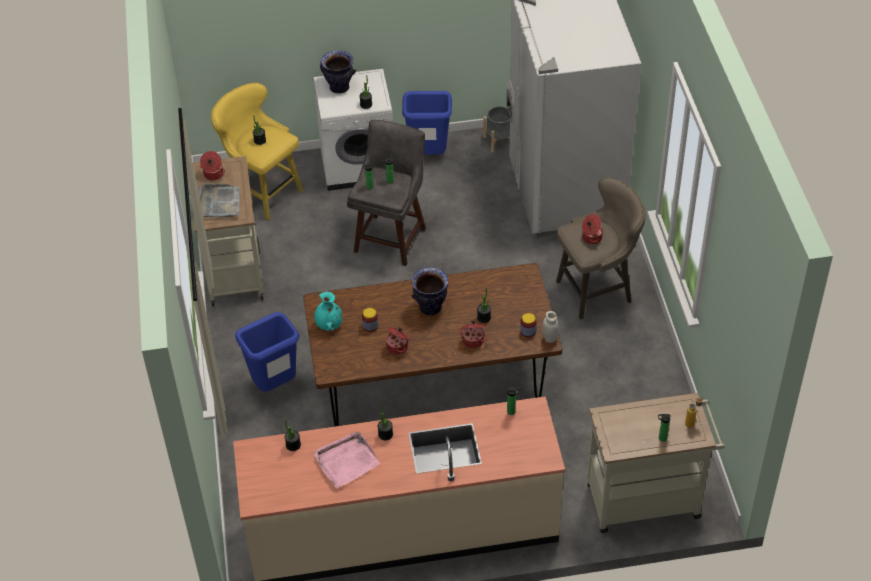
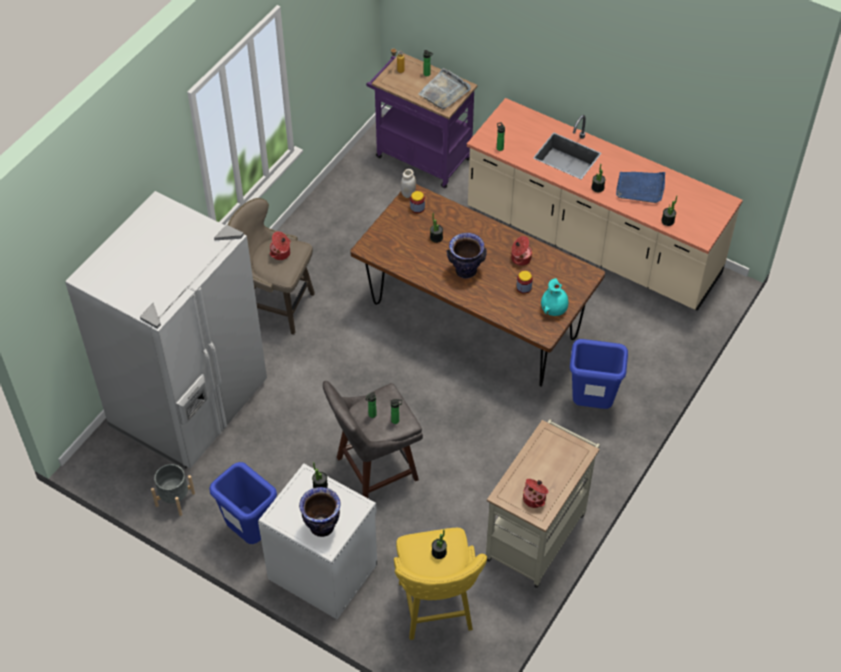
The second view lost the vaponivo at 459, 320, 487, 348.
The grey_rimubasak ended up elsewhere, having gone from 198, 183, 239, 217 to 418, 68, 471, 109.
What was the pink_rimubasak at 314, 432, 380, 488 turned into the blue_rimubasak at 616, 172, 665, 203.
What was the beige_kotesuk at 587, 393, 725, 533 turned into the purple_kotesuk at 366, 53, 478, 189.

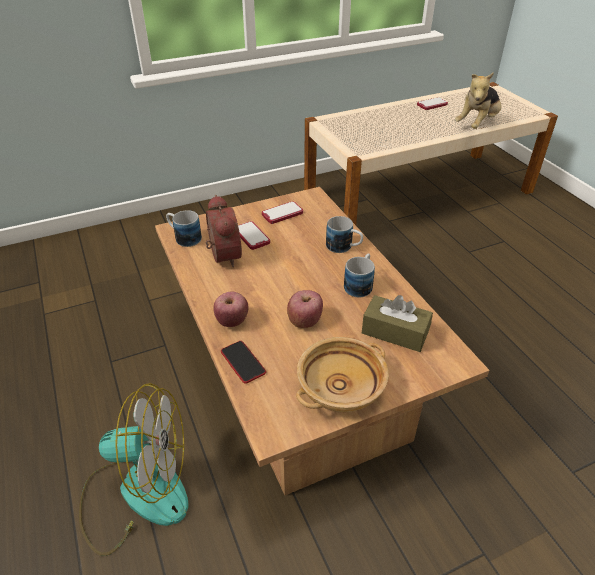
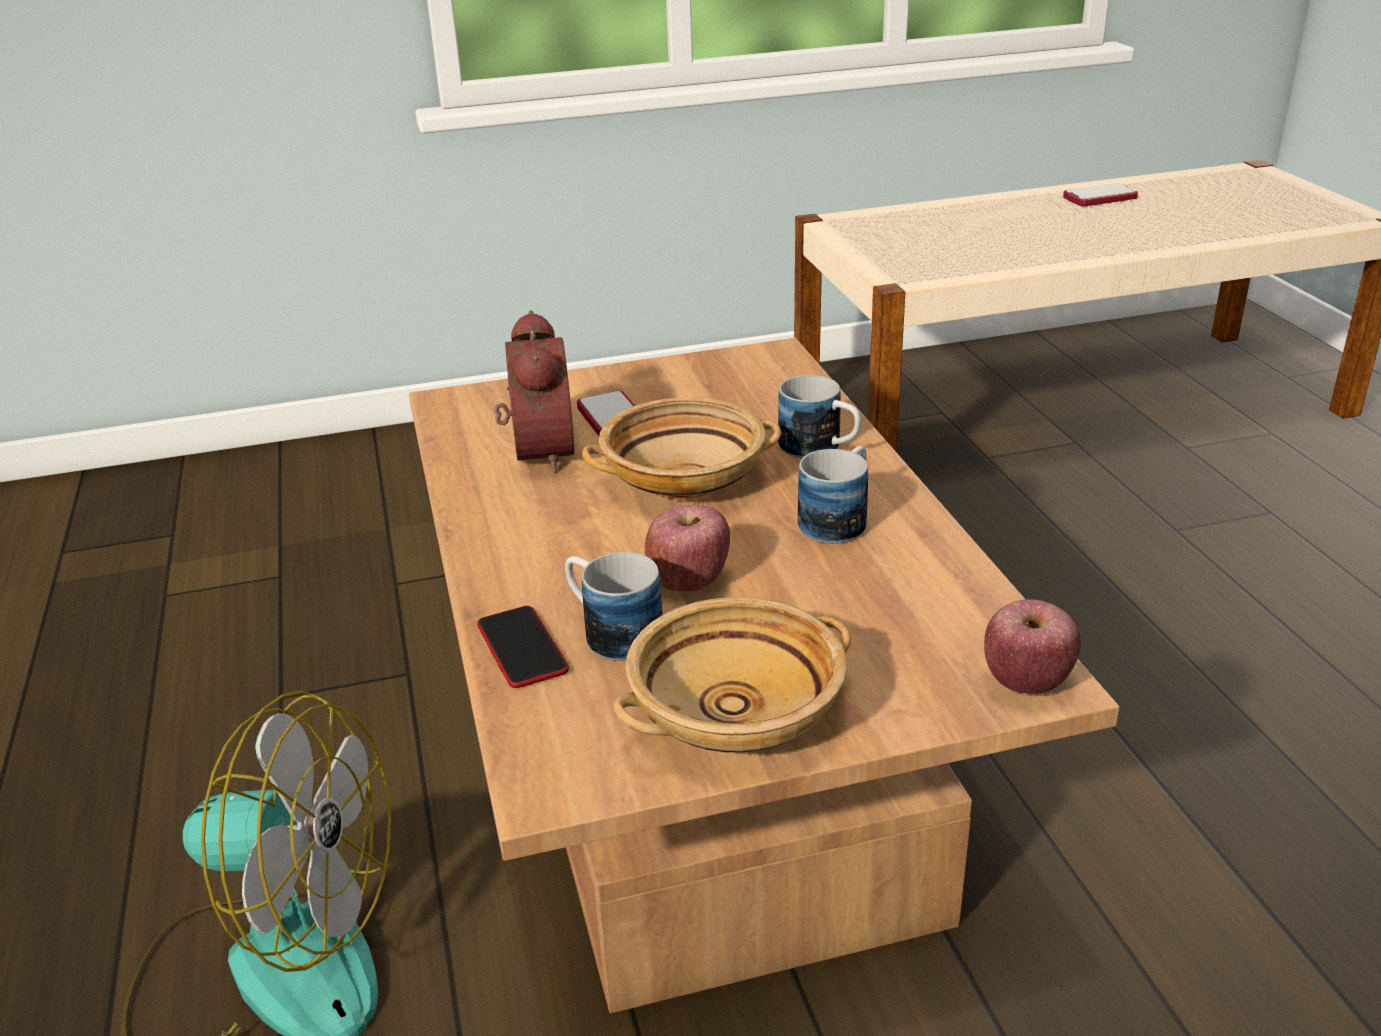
The second view lost the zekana at 262, 201, 303, 224.
The second view lost the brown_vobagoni at 362, 295, 433, 352.
The second view lost the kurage at 454, 72, 502, 129.
The second view gained the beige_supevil at 582, 397, 781, 499.
The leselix ended up elsewhere, having gone from 166, 210, 202, 247 to 565, 552, 662, 661.
The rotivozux ended up elsewhere, having gone from 213, 292, 249, 327 to 984, 599, 1081, 694.

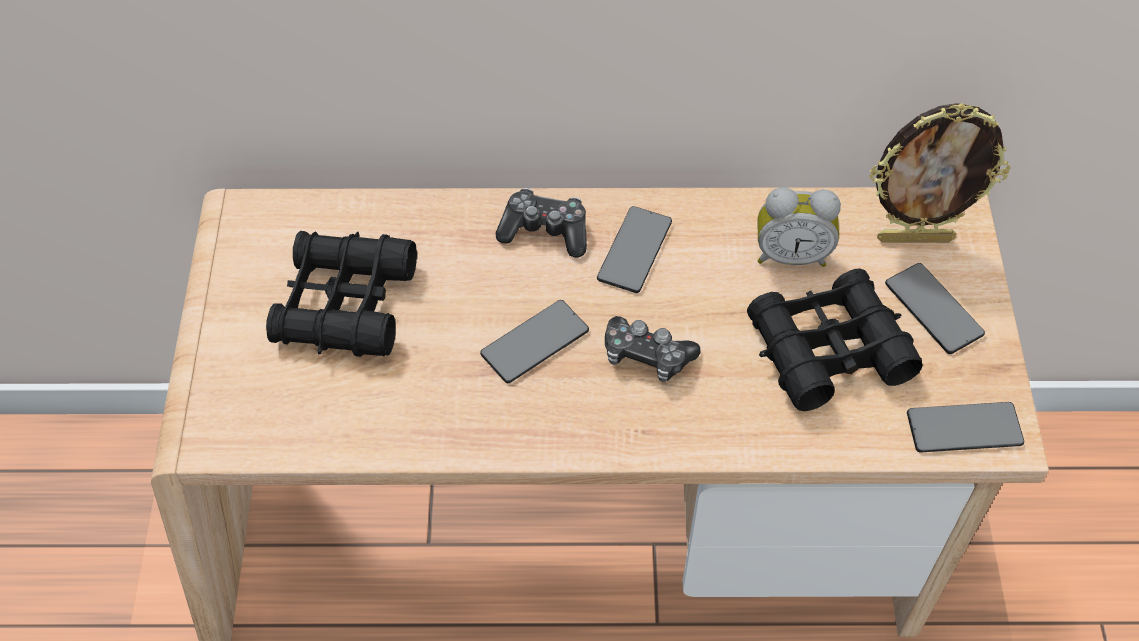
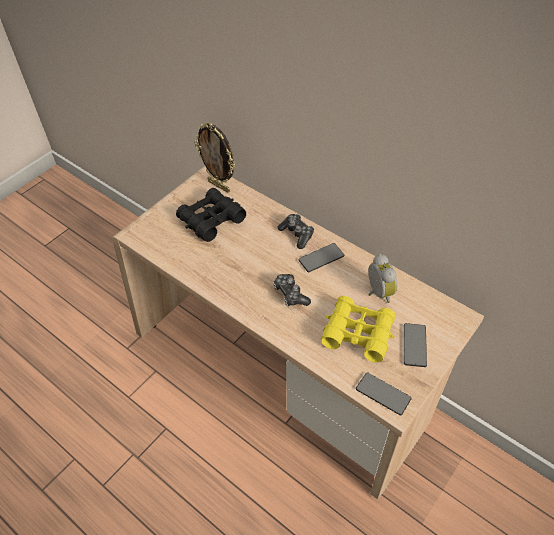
The second view lost the zekana at 480, 300, 589, 383.
The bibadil ended up elsewhere, having gone from 869, 103, 1011, 243 to 194, 123, 235, 193.
What was the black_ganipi at 747, 269, 923, 411 turned into the yellow_ganipi at 321, 296, 396, 363.
The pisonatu at 758, 187, 841, 267 ended up facing another way, 150 degrees counterclockwise from before.

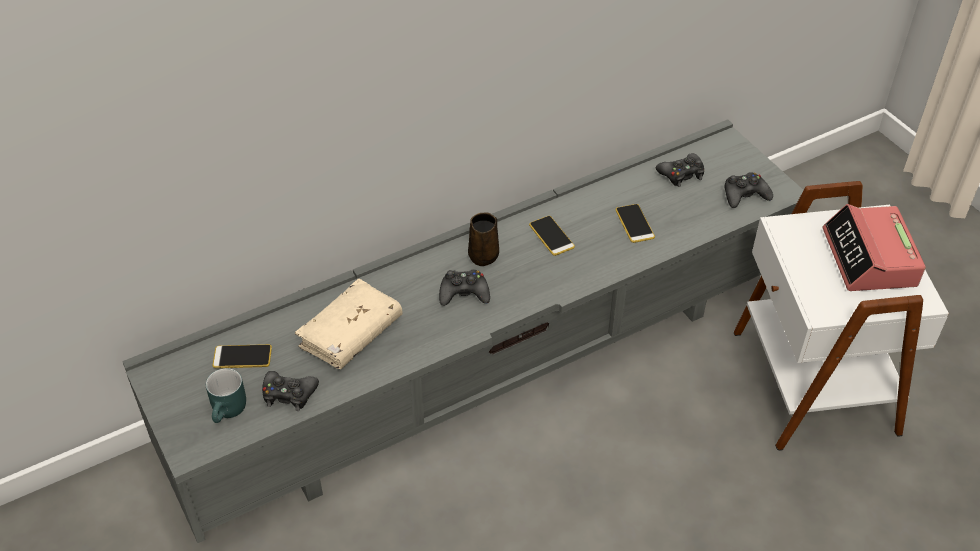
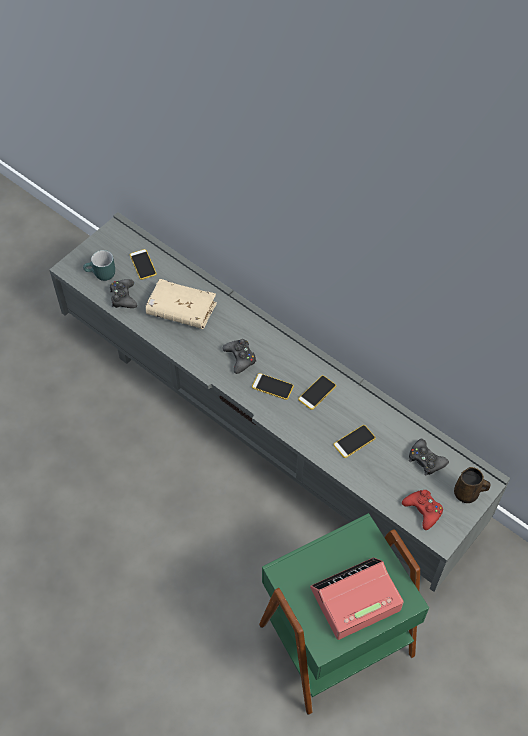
The second view gained the zekana at 252, 373, 294, 400.
The brown_leselix ended up elsewhere, having gone from 468, 212, 499, 266 to 454, 467, 491, 503.
What was the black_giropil at 725, 172, 773, 208 turned into the red_giropil at 402, 490, 443, 530.
What was the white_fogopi at 734, 181, 949, 451 turned into the green_fogopi at 259, 513, 429, 715.

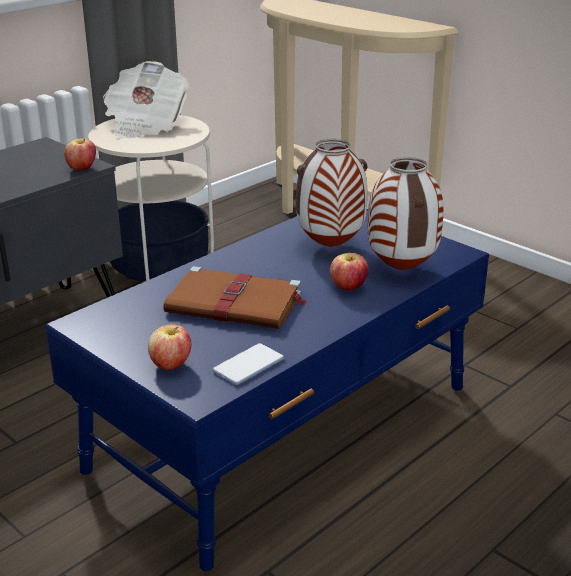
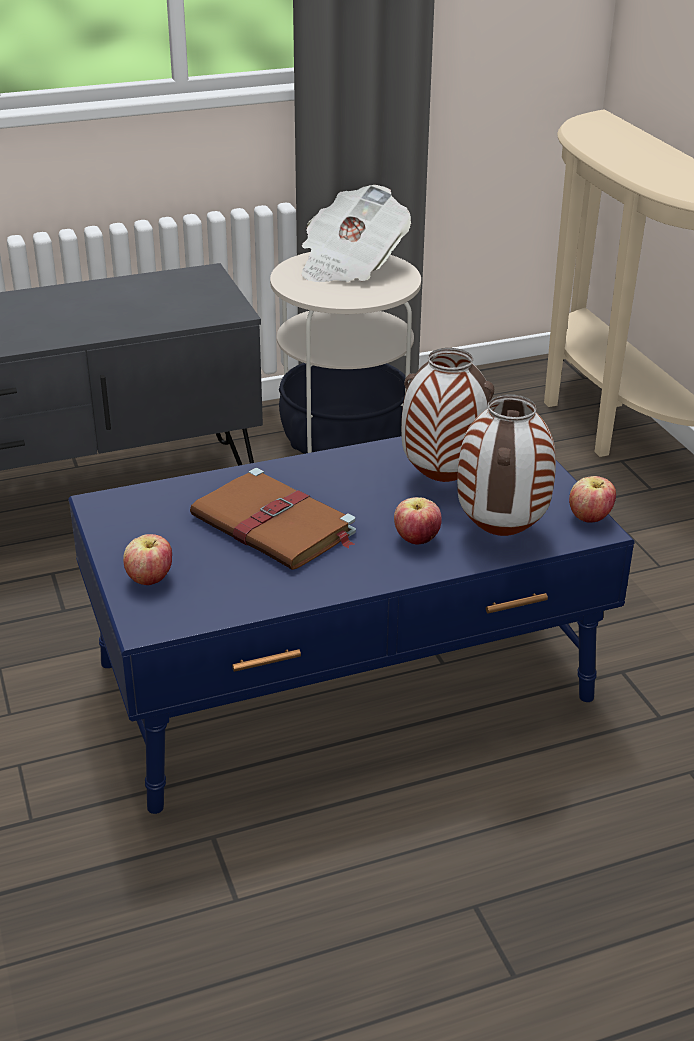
The second view lost the zekana at 212, 343, 284, 385.
The rotivozux ended up elsewhere, having gone from 64, 138, 96, 171 to 569, 476, 616, 523.

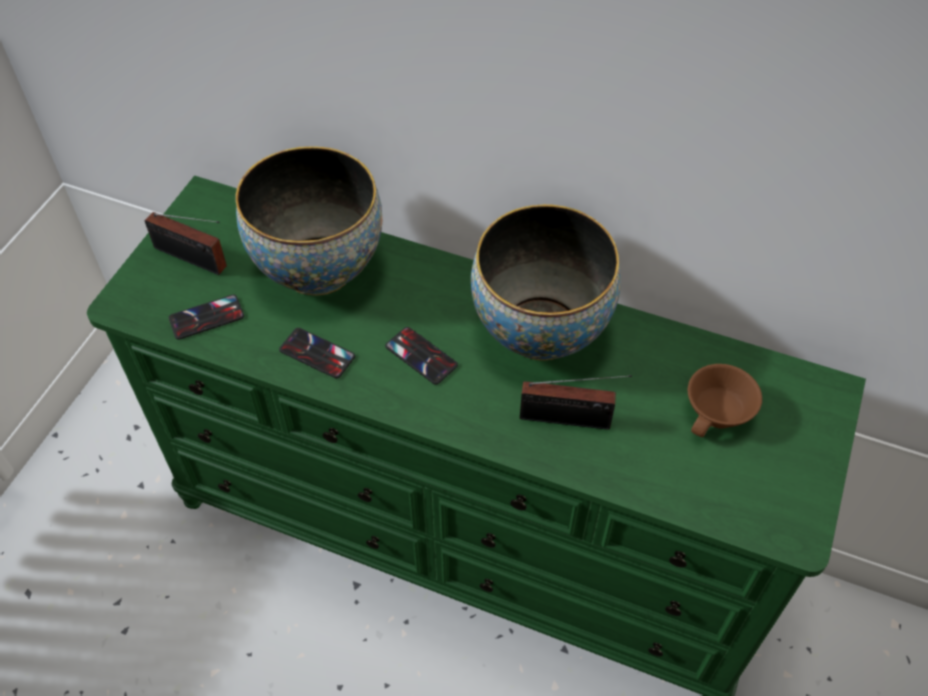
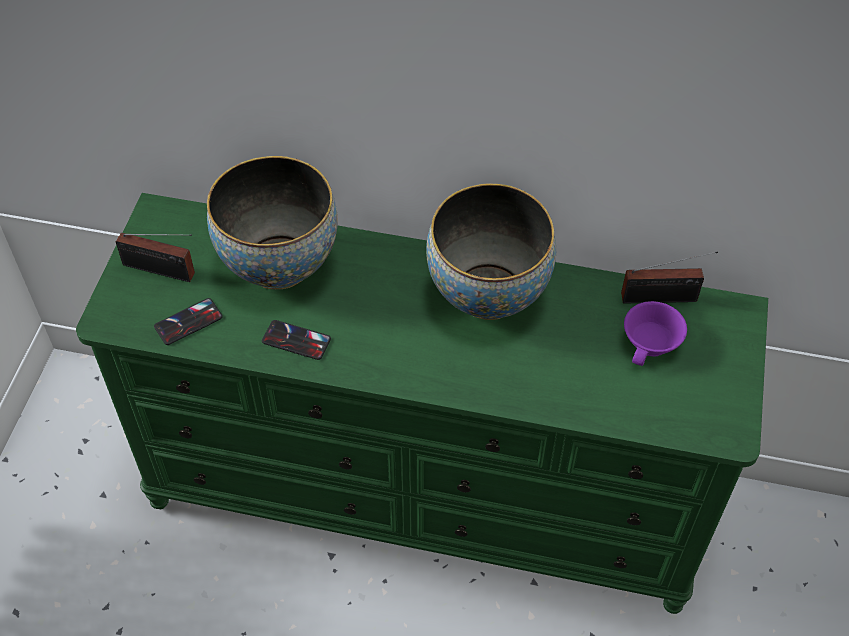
The second view lost the zekana at 385, 327, 458, 385.
The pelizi ended up elsewhere, having gone from 520, 375, 632, 430 to 621, 251, 718, 303.
What was the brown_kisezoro at 688, 364, 762, 437 turned into the purple_kisezoro at 624, 301, 687, 366.

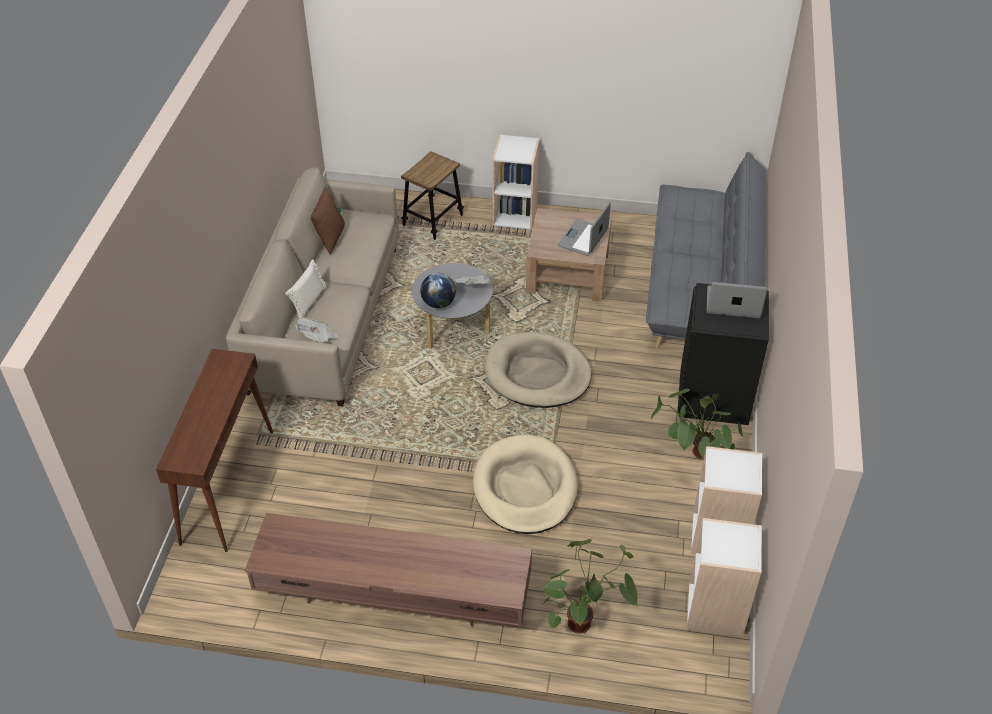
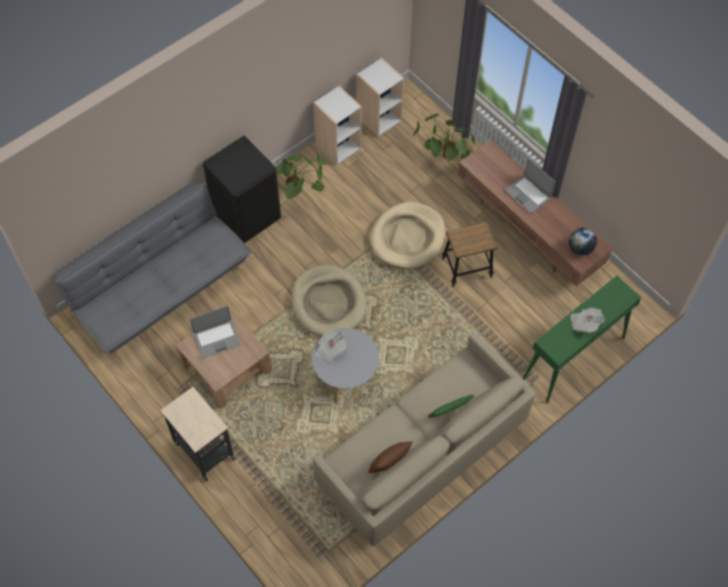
The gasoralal ended up elsewhere, having gone from 295, 317, 338, 343 to 571, 307, 604, 333.
The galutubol ended up elsewhere, having gone from 401, 151, 464, 240 to 442, 222, 497, 287.
The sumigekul ended up elsewhere, having gone from 420, 273, 456, 308 to 569, 228, 597, 256.
The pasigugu ended up elsewhere, having gone from 707, 282, 768, 318 to 505, 159, 555, 213.
Where the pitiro stood at 492, 135, 539, 230, the kotesuk came to stand at 160, 387, 235, 481.
What was the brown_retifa at 156, 349, 273, 552 turned into the green_retifa at 522, 276, 642, 404.
What was the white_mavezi at 285, 259, 327, 319 turned into the green_mavezi at 428, 395, 475, 418.

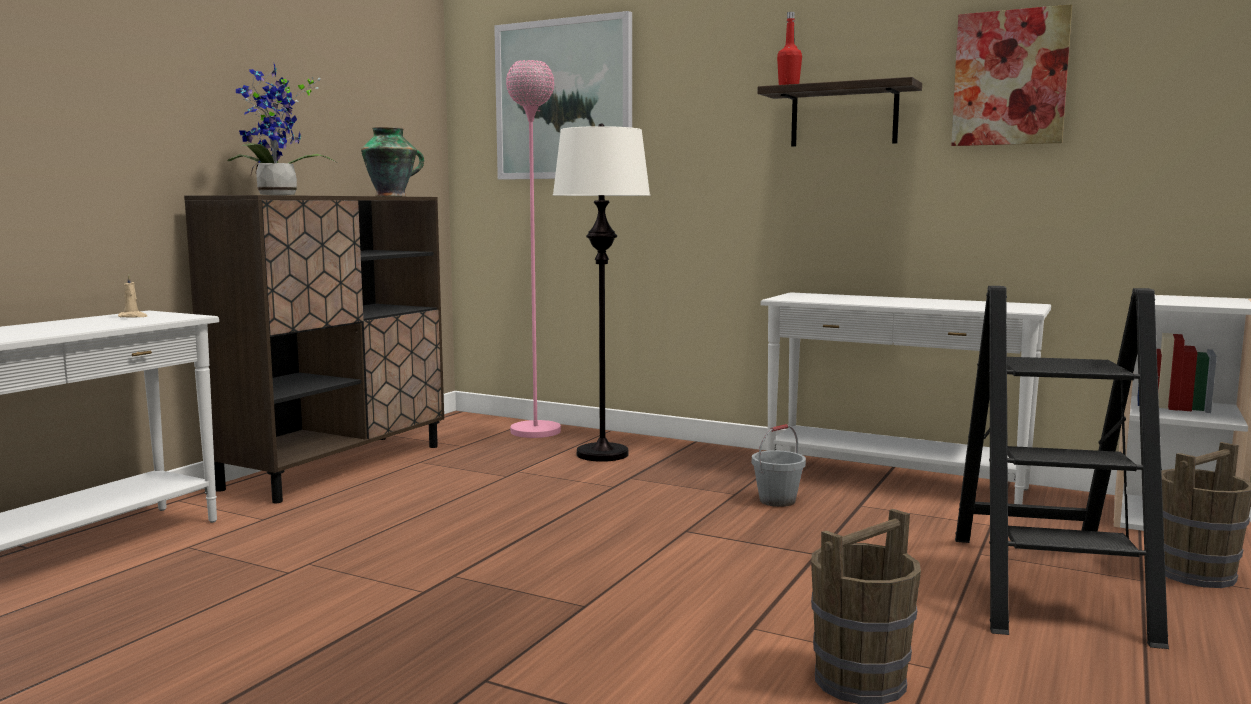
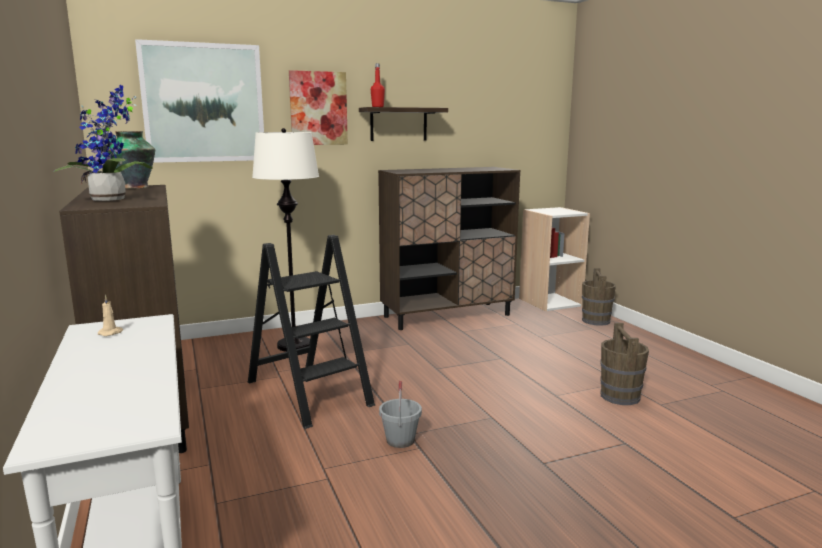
The second view lost the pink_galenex at 506, 60, 561, 438.
The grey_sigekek ended up elsewhere, having gone from 752, 424, 806, 507 to 379, 381, 422, 448.
The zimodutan ended up elsewhere, having gone from 951, 4, 1072, 146 to 289, 70, 348, 145.
The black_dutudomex ended up elsewhere, having gone from 955, 286, 1169, 649 to 248, 235, 375, 429.
Where the white_retifa stood at 760, 292, 1051, 504, the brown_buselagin came to stand at 378, 167, 520, 330.

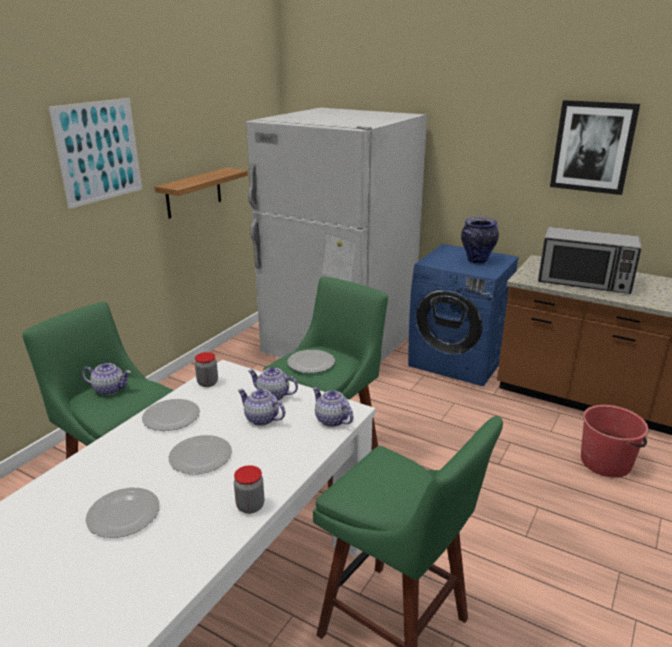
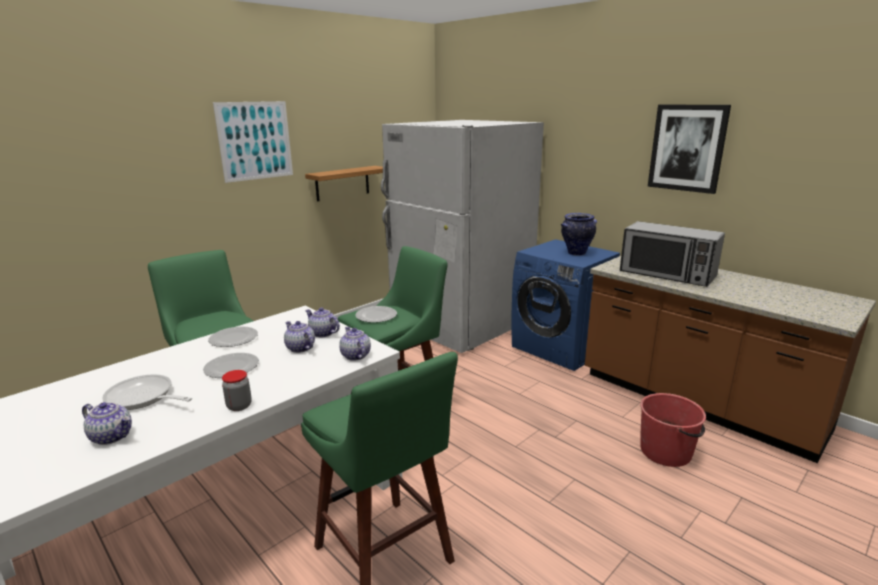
The second view lost the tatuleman at 195, 352, 218, 387.
The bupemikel ended up elsewhere, having gone from 82, 363, 131, 395 to 82, 402, 132, 445.
Where the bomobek stood at 85, 488, 160, 538, the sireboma came to stand at 102, 374, 192, 410.

